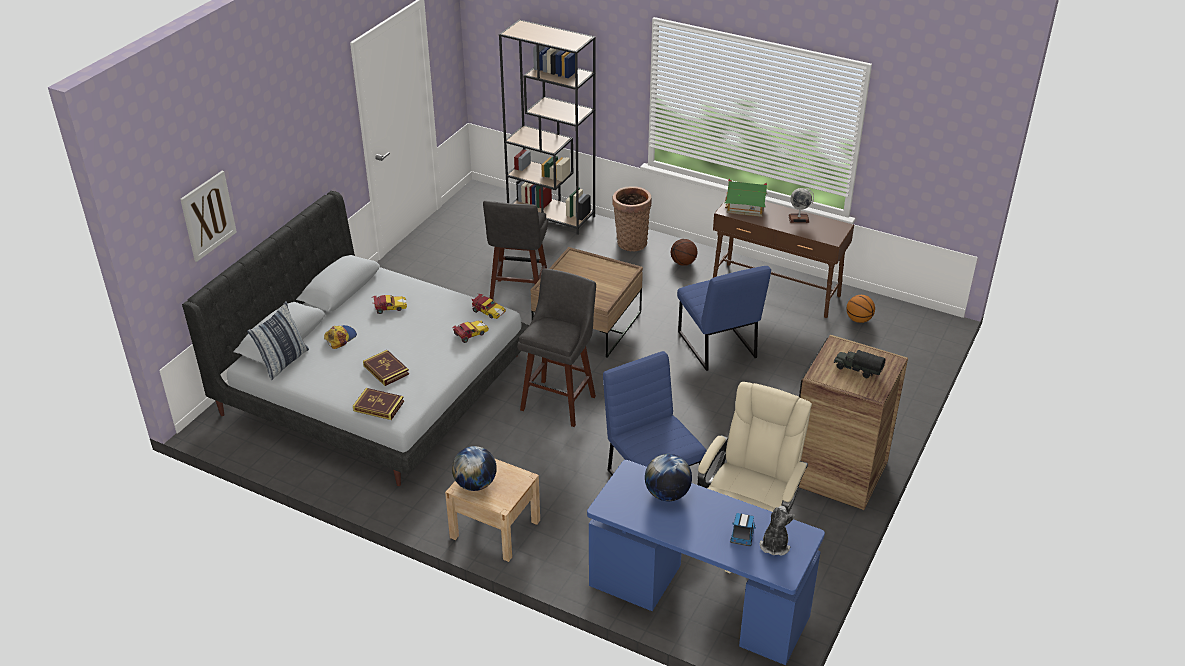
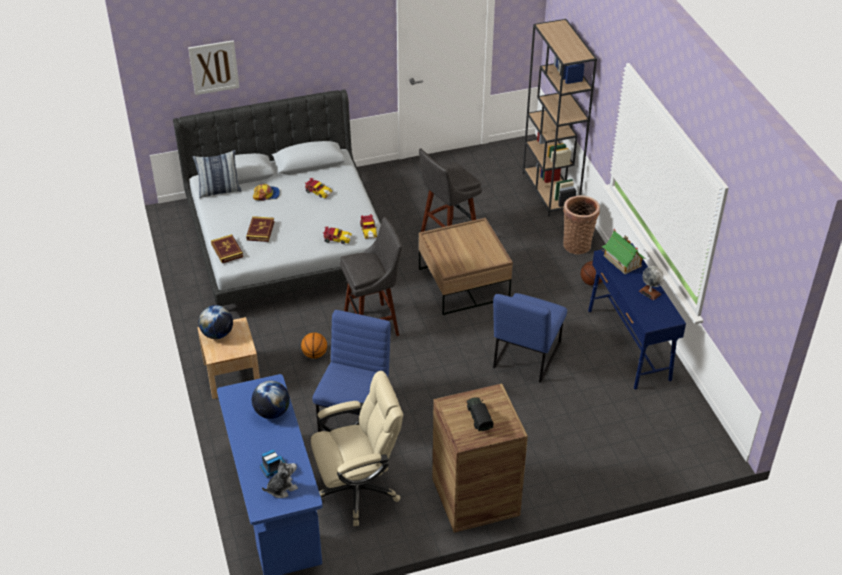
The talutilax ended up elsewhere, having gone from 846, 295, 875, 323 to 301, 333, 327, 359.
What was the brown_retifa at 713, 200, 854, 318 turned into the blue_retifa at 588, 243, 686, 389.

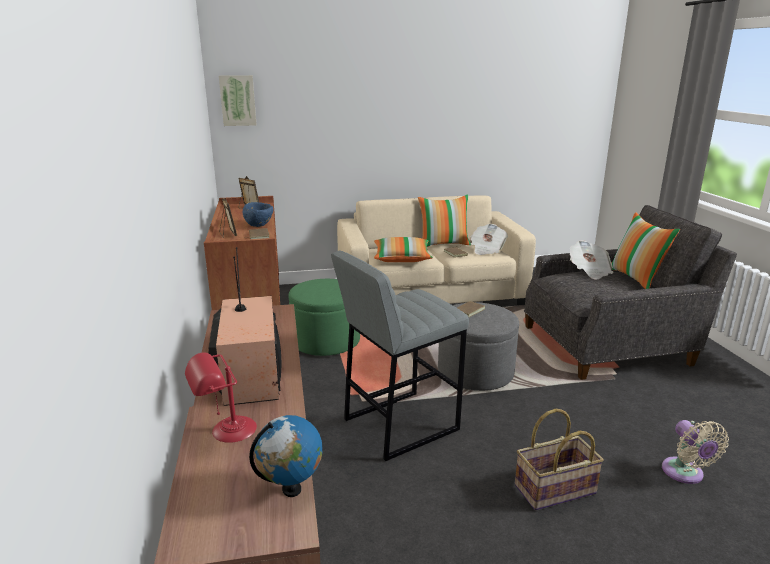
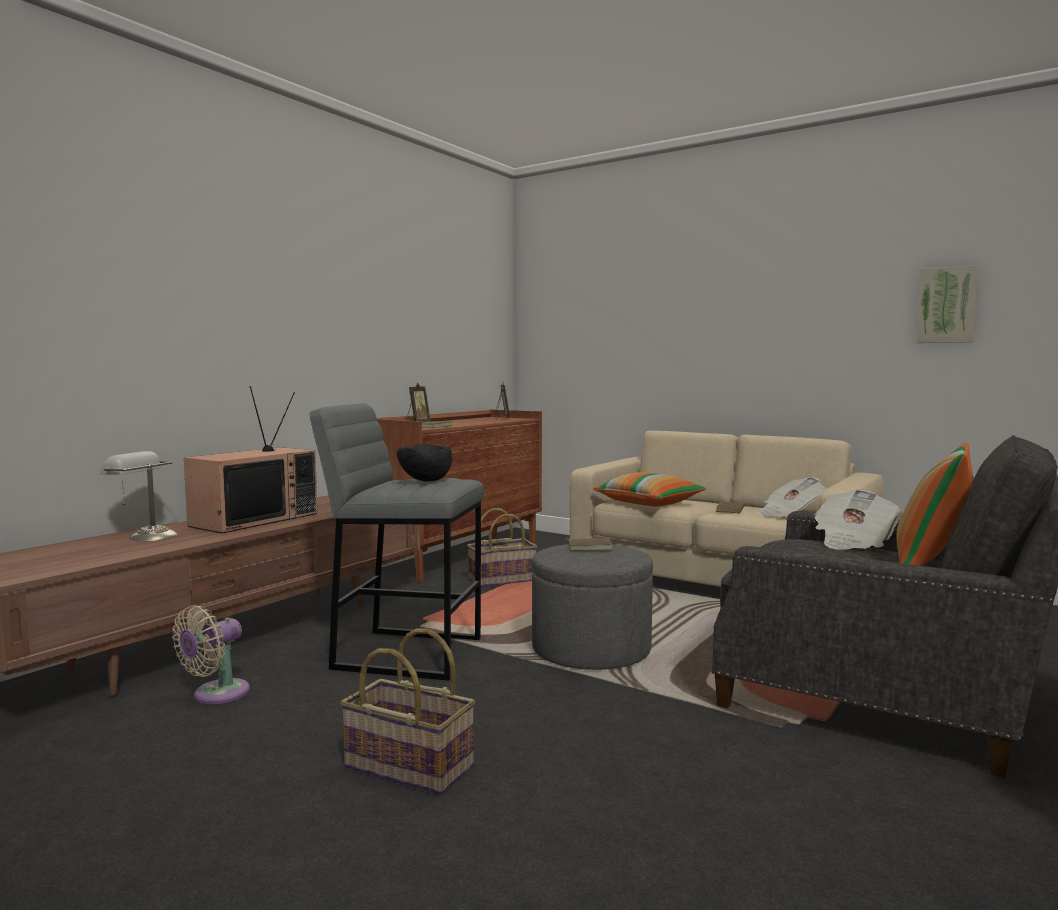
The second view lost the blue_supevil at 242, 202, 274, 227.
The second view lost the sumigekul at 249, 415, 323, 497.
The second view lost the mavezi at 418, 195, 471, 247.
The second view gained the black_supevil at 397, 444, 452, 482.
The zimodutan ended up elsewhere, having gone from 219, 75, 257, 126 to 916, 265, 978, 343.
The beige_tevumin ended up elsewhere, having gone from 662, 420, 729, 484 to 172, 606, 250, 704.
Where the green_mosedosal stood at 289, 279, 360, 356, the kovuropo came to stand at 467, 508, 537, 588.
What was the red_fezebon at 185, 352, 257, 443 turned into the white_fezebon at 100, 451, 178, 541.

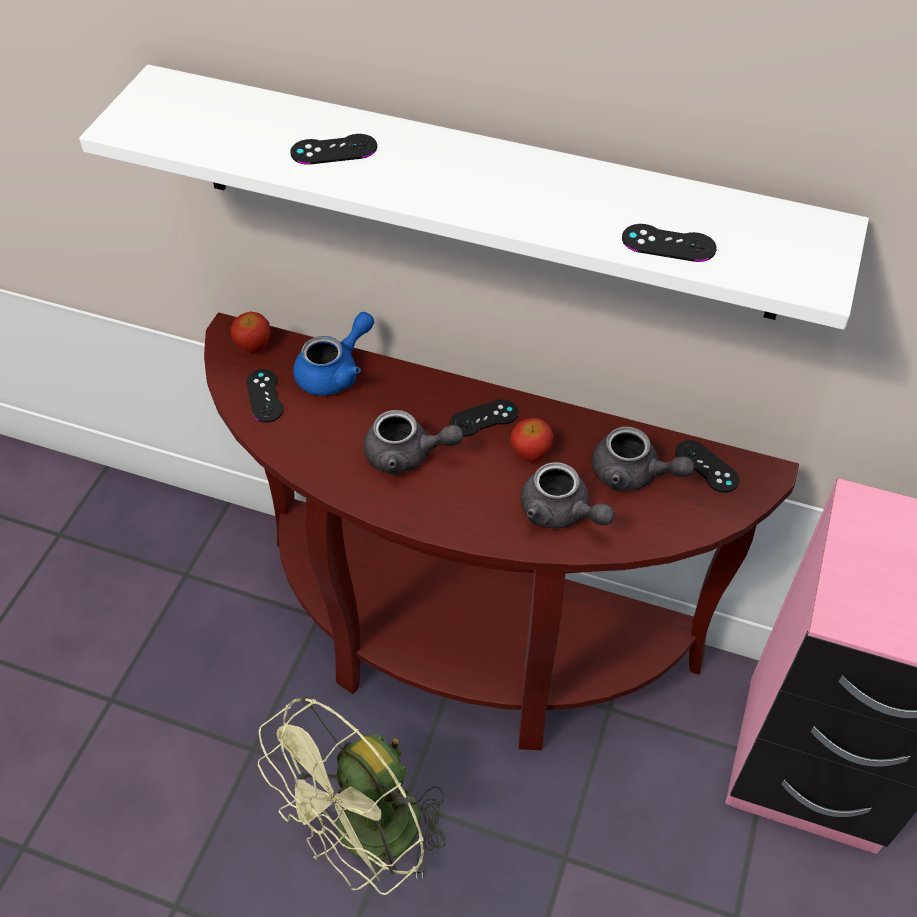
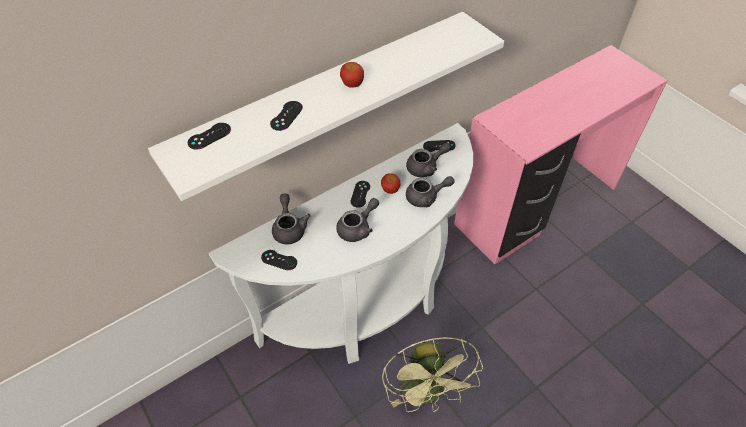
The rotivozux ended up elsewhere, having gone from 231, 311, 270, 353 to 340, 62, 364, 88.
The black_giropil ended up elsewhere, having gone from 622, 224, 717, 262 to 188, 123, 231, 150.
What was the brown_retifa at 204, 312, 799, 750 turned into the white_retifa at 209, 123, 473, 364.
What was the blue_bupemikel at 293, 312, 374, 396 turned into the grey_bupemikel at 272, 193, 311, 245.

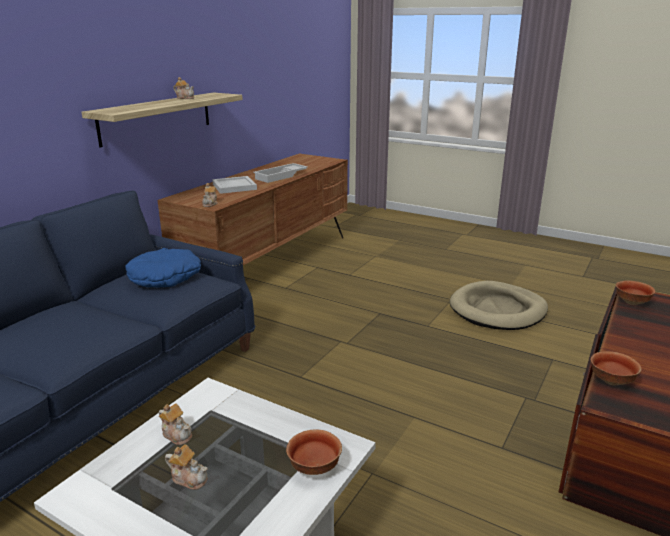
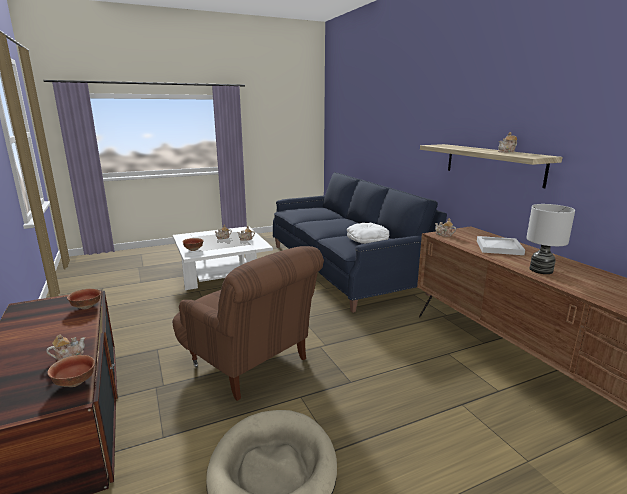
The second view gained the bupemikel at 47, 334, 86, 361.
The second view gained the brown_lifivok at 172, 246, 324, 401.
Where the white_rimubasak stood at 253, 163, 308, 183, the grey_fezebon came to stand at 526, 204, 575, 274.
What was the blue_mavezi at 125, 248, 201, 288 turned into the white_mavezi at 347, 223, 389, 244.

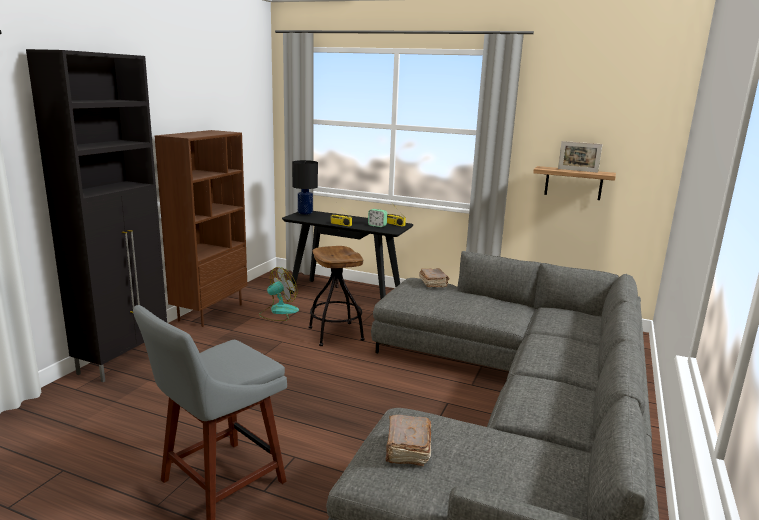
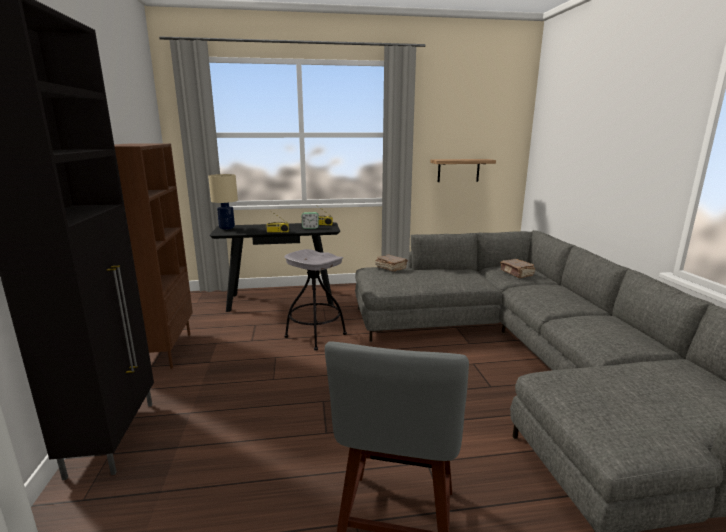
The second view lost the tevumin at 259, 267, 299, 321.
The second view lost the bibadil at 558, 141, 603, 173.
The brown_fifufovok ended up elsewhere, having gone from 386, 415, 431, 466 to 500, 259, 535, 278.
What was the black_fezebon at 292, 160, 318, 215 turned into the beige_fezebon at 208, 174, 238, 230.
What was the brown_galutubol at 309, 246, 365, 346 turned into the grey_galutubol at 284, 249, 347, 350.

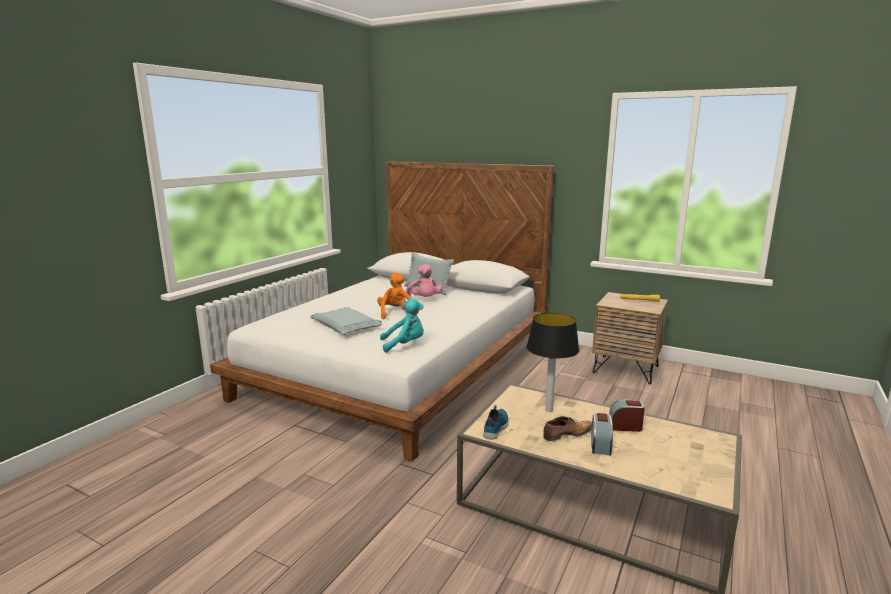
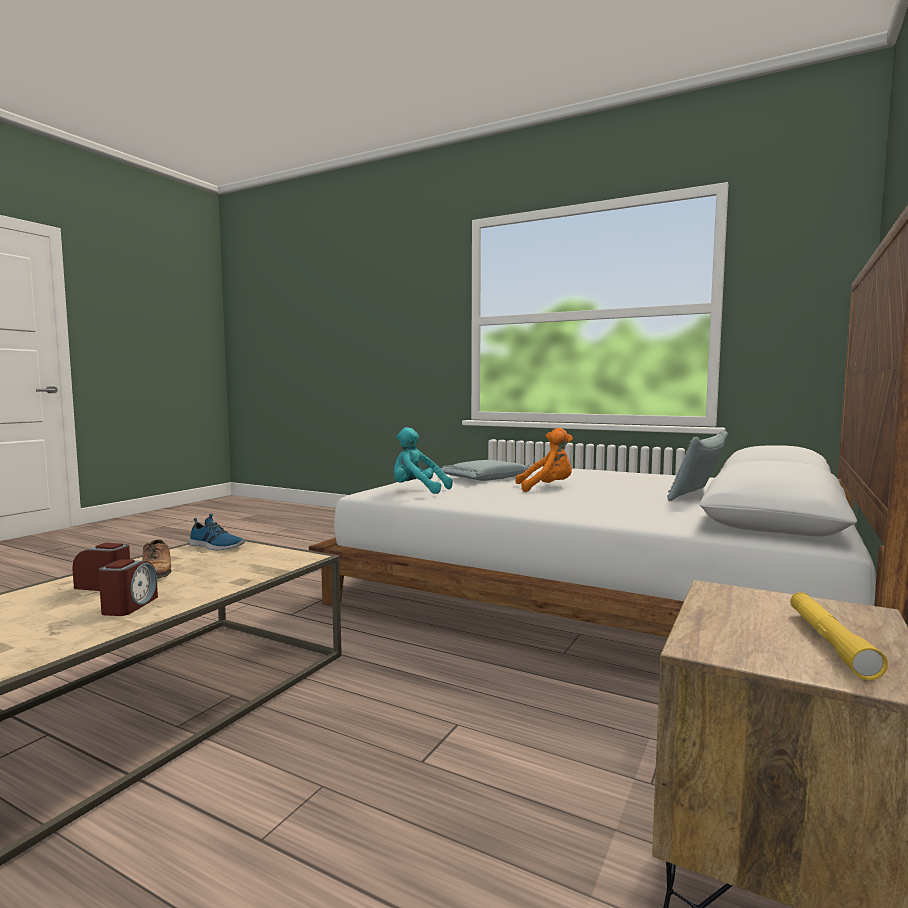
The second view lost the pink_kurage at 406, 264, 443, 297.
The second view lost the fezebon at 526, 313, 579, 412.
The turquoise_kurage at 380, 298, 424, 353 ended up facing another way, 120 degrees clockwise from before.

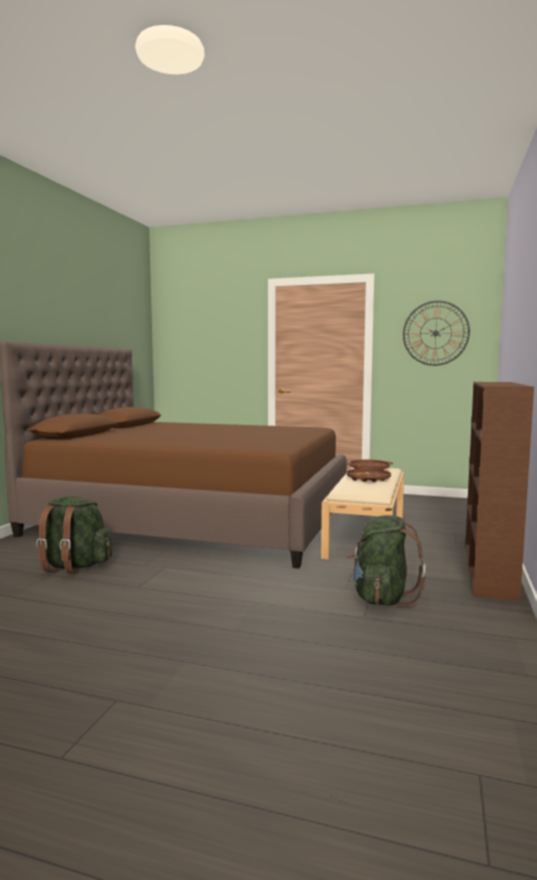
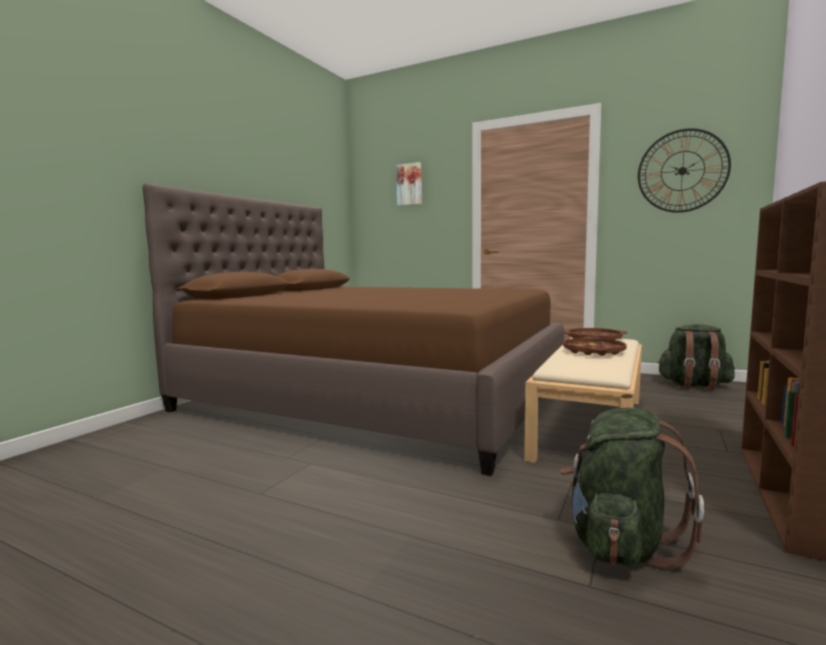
The second view gained the zimodutan at 396, 162, 422, 206.
The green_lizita ended up elsewhere, having gone from 36, 496, 112, 573 to 657, 324, 735, 390.

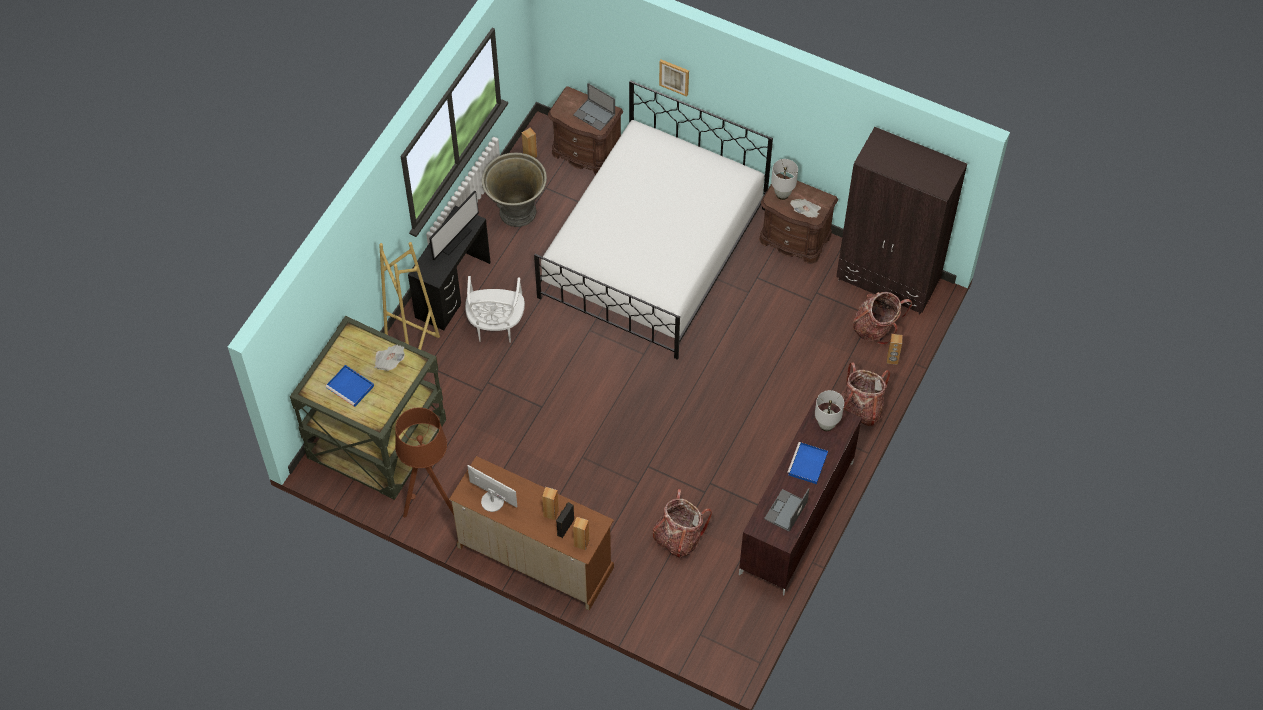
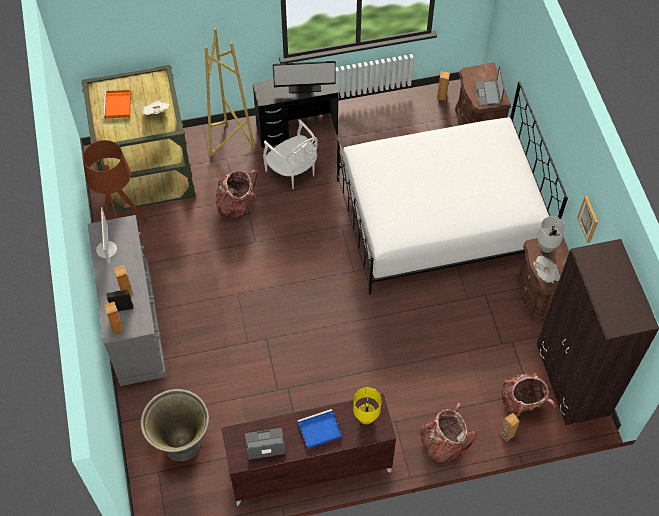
The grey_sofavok ended up elsewhere, having gone from 482, 153, 547, 227 to 141, 389, 209, 461.
The lizita ended up elsewhere, having gone from 653, 489, 712, 558 to 216, 170, 258, 218.
The zimodutan ended up elsewhere, having gone from 659, 59, 689, 97 to 577, 196, 598, 243.
What was the blue_rimubasak at 325, 365, 374, 407 turned into the orange_rimubasak at 103, 90, 131, 119.
What was the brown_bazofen at 449, 456, 614, 610 turned into the grey_bazofen at 88, 215, 167, 386.
What was the white_fezebon at 815, 390, 844, 431 turned into the yellow_fezebon at 353, 387, 382, 425.
The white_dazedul at 465, 276, 525, 342 ended up facing another way, 90 degrees counterclockwise from before.

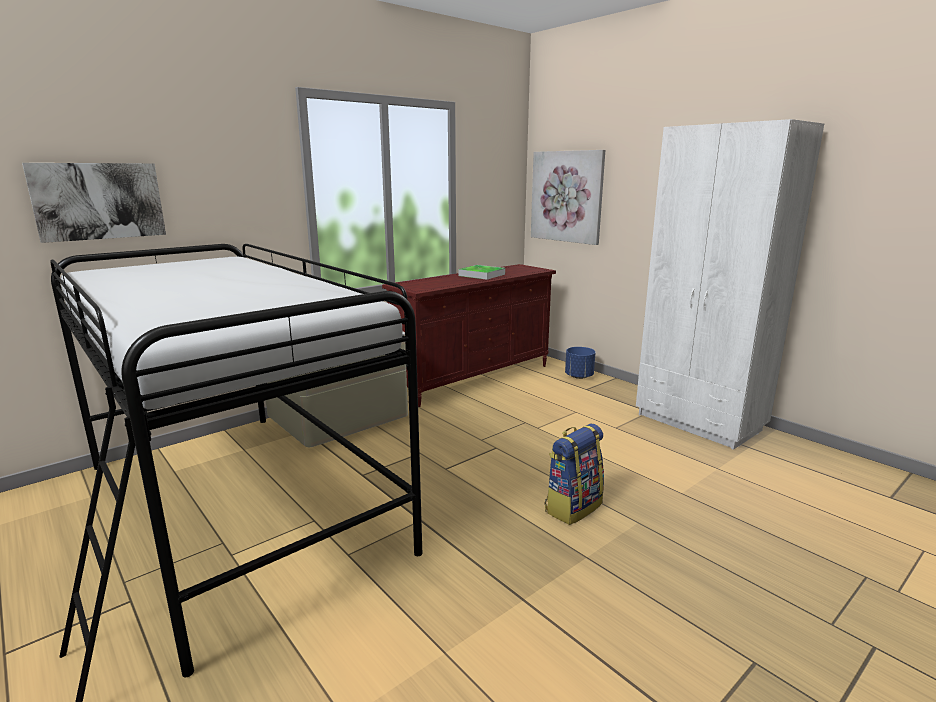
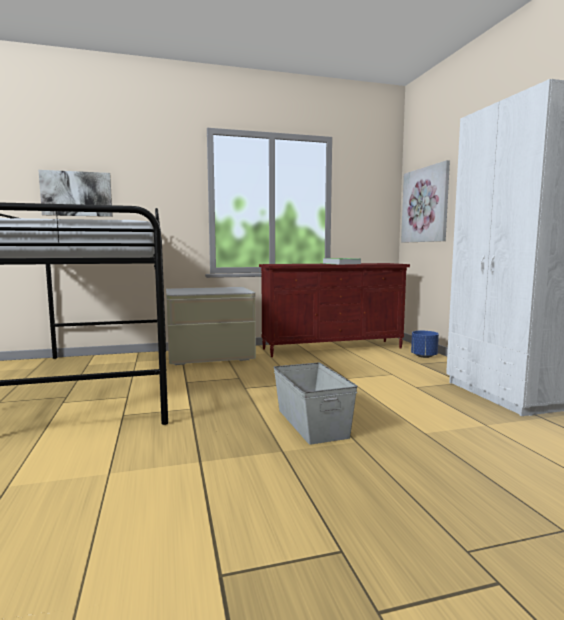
Where the lizita stood at 545, 424, 604, 525, the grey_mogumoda came to stand at 273, 362, 358, 445.

